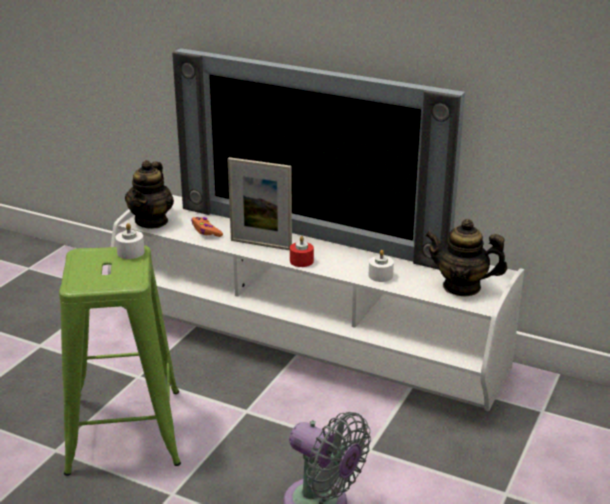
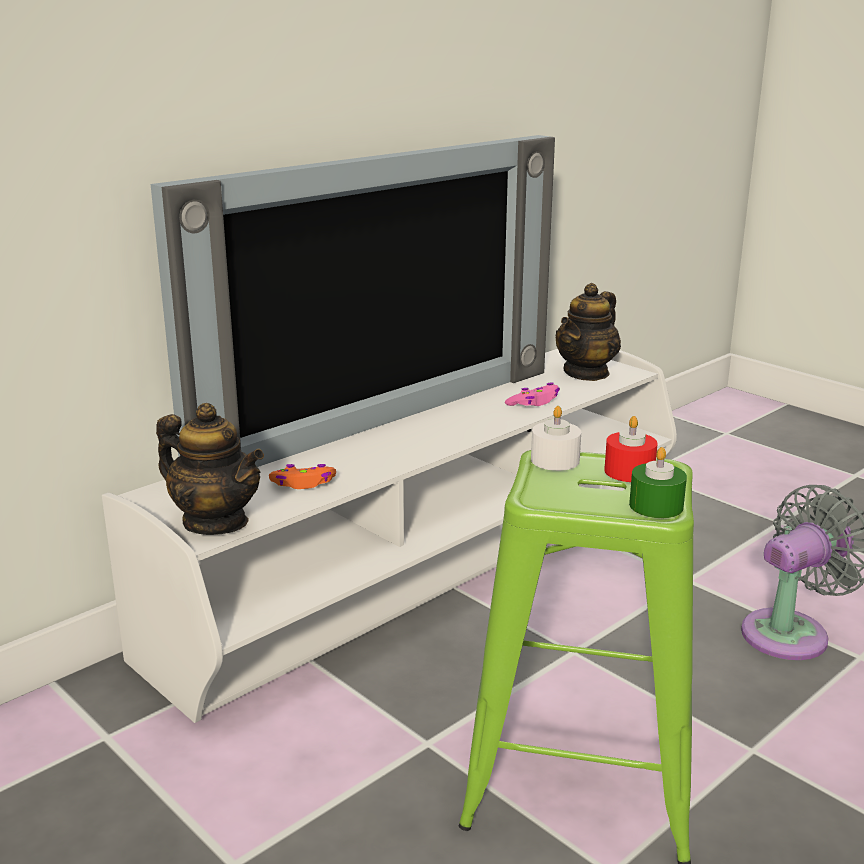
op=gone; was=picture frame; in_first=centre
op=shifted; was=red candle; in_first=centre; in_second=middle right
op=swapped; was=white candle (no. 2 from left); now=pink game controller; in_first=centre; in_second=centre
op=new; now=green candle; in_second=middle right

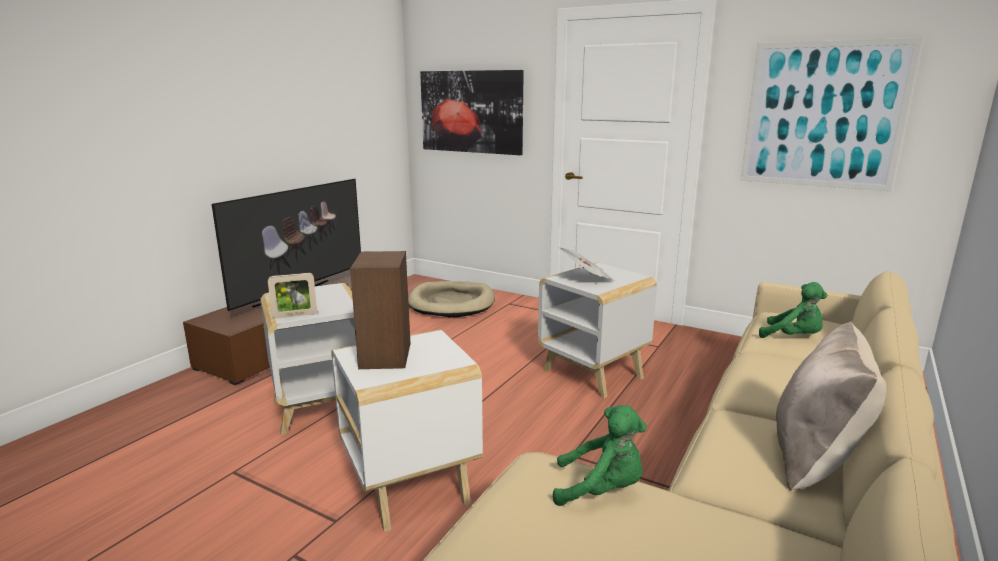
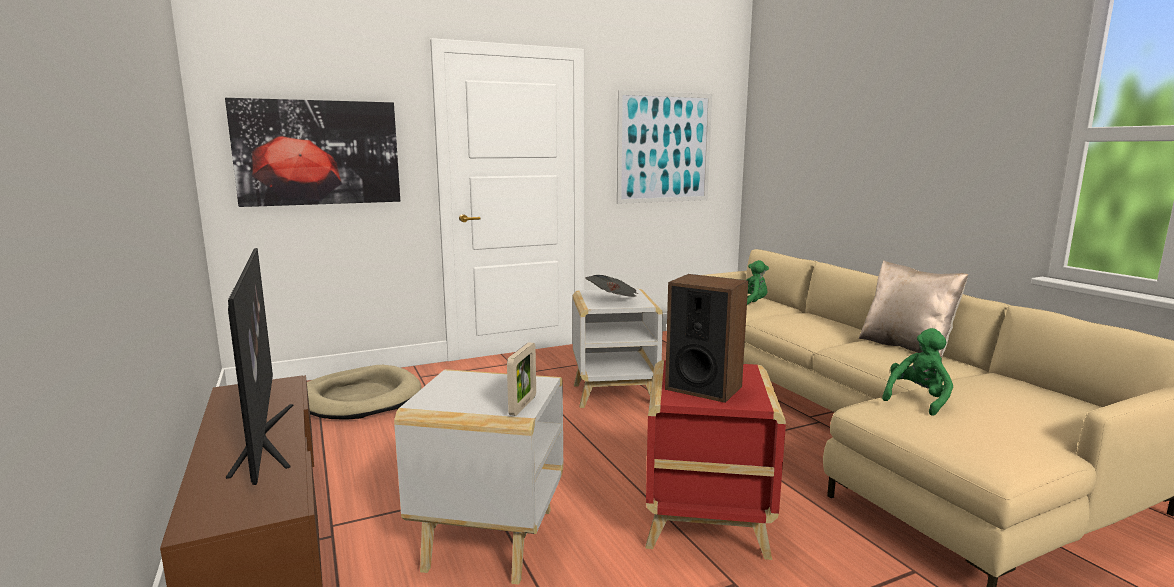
op=repainted; was=white side table (no. 2 from left); now=red side table; in_first=bottom centre; in_second=bottom centre

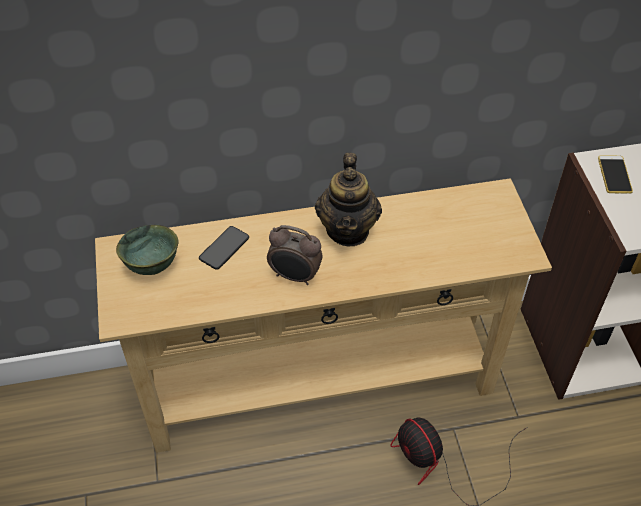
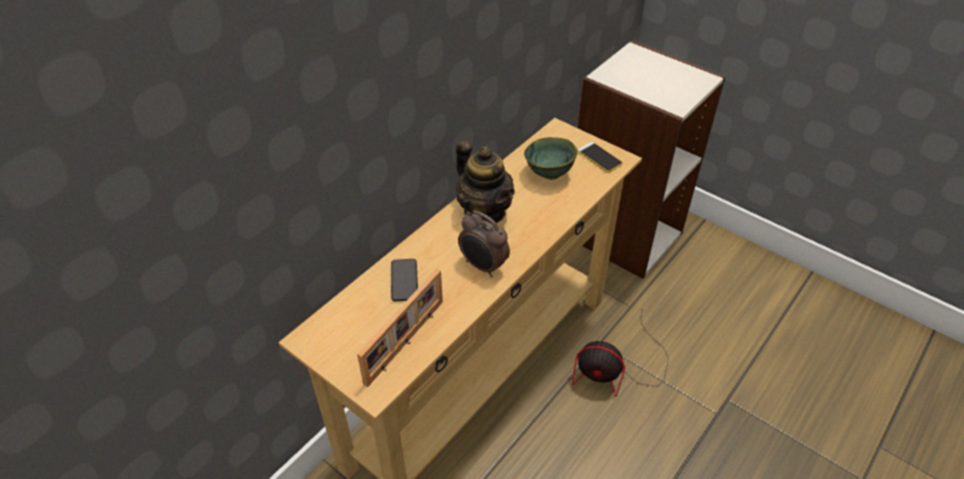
op=shifted; was=phone (no. 2 from left); in_first=middle right; in_second=top centre
op=shifted; was=green bowl; in_first=middle left; in_second=top centre
op=rotated; was=alarm clock; in_first=centre; in_second=centre; clockwise=60
op=new; now=picture frame; in_second=bottom centre

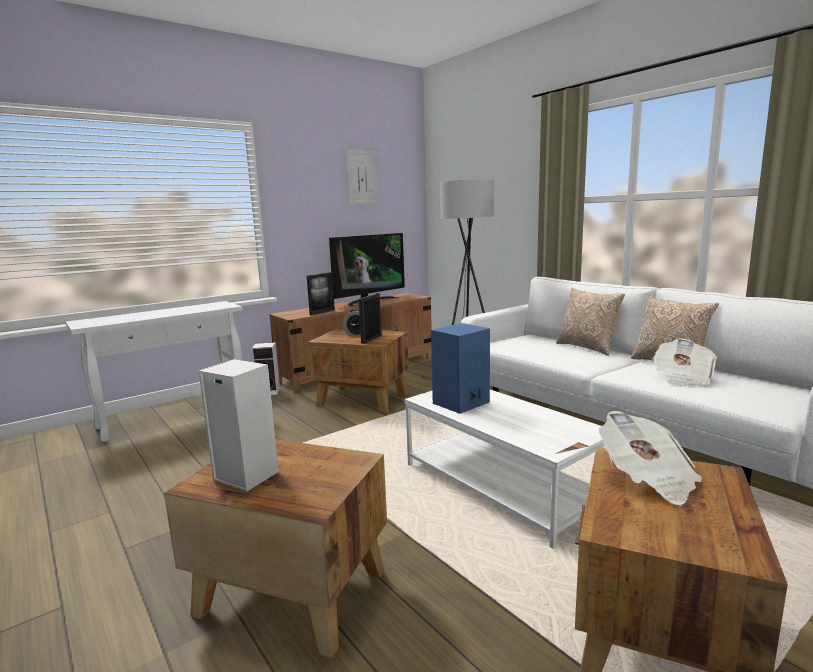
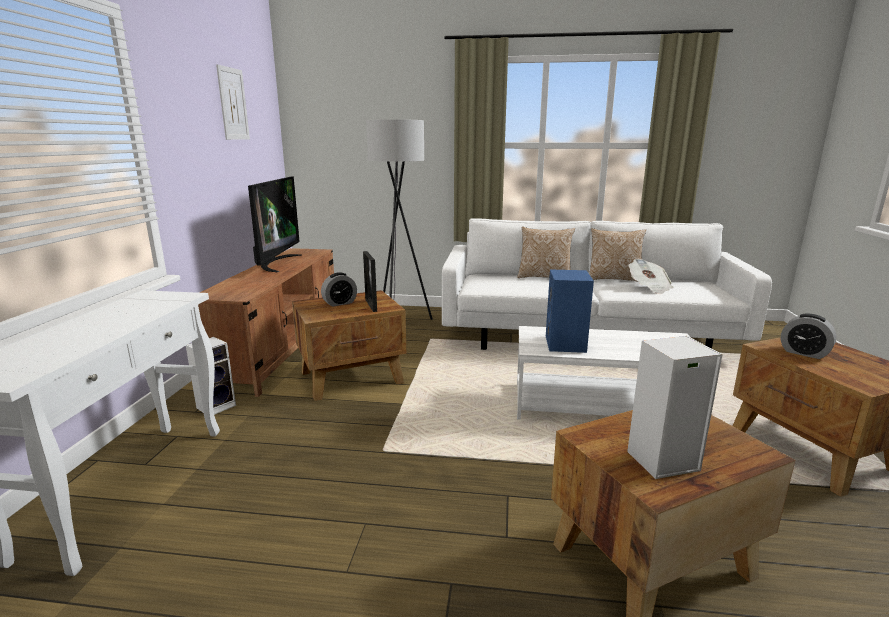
op=gone; was=picture frame (no. 1 from left); in_first=centre
op=swapped; was=newspaper (no. 1 from left); now=alarm clock (no. 2 from left); in_first=bottom right; in_second=middle right

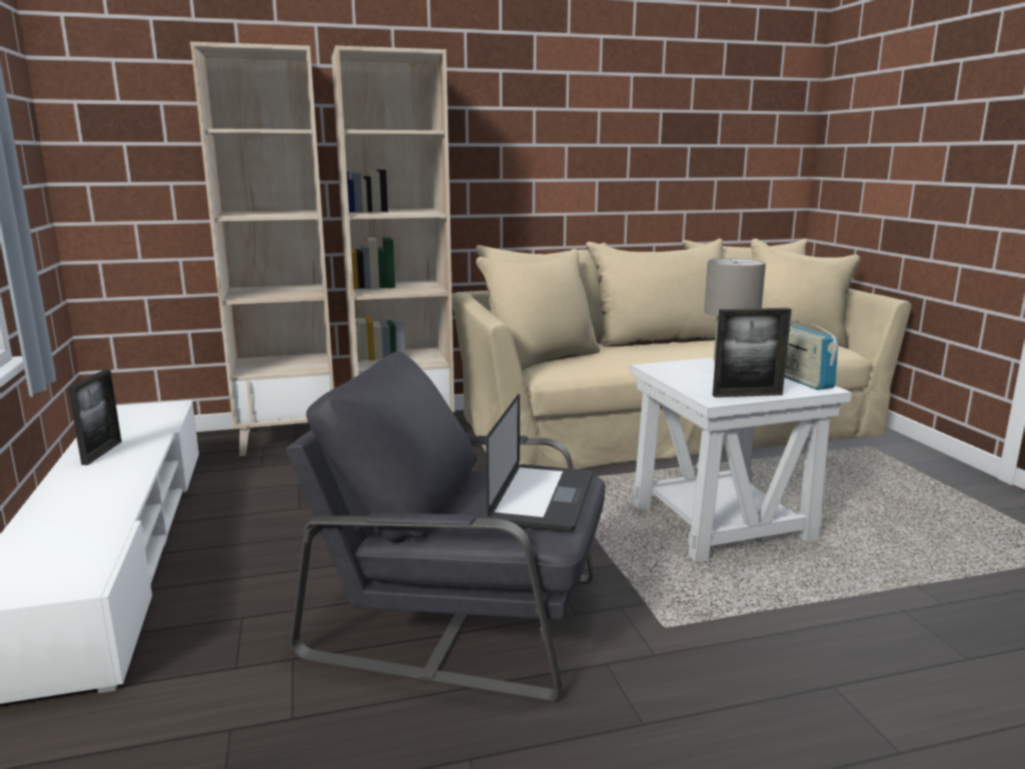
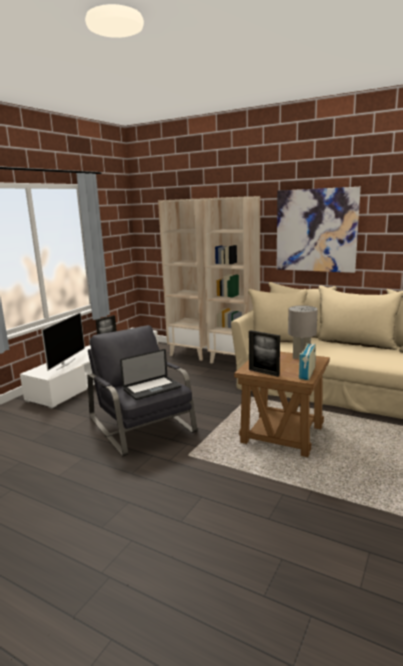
op=repainted; was=white side table; now=brown side table; in_first=middle right; in_second=middle right
op=new; now=picture; in_second=middle right
op=new; now=television; in_second=middle left

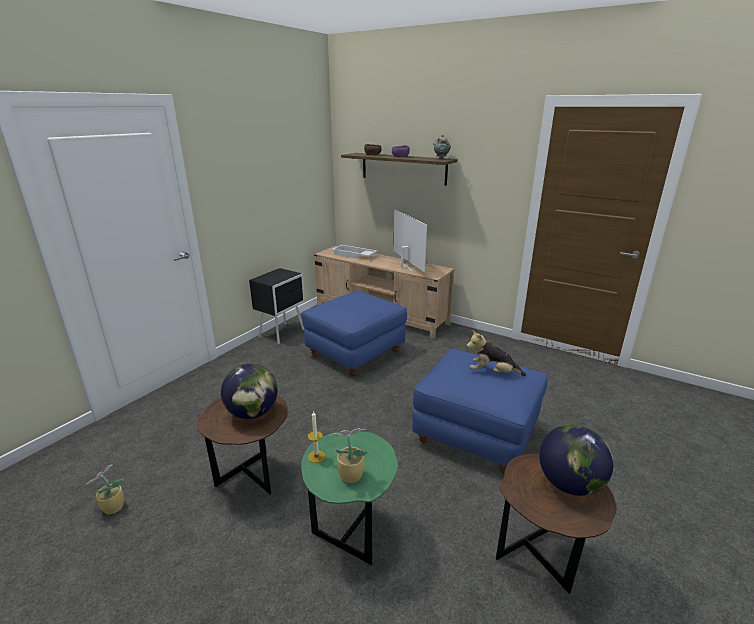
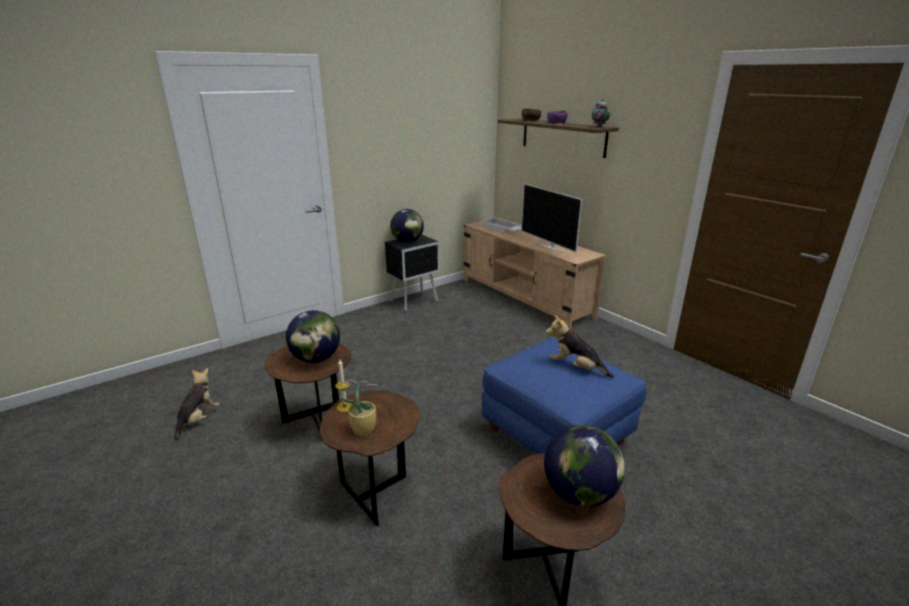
op=rotated; was=television; in_first=centre; in_second=centre; clockwise=150
op=gone; was=blue ottoman (no. 1 from left); in_first=centre
op=repainted; was=green side table; now=brown side table (no. 2 from left); in_first=bottom centre; in_second=bottom centre
op=swapped; was=potted plant (no. 1 from left); now=plush toy (no. 1 from left); in_first=bottom left; in_second=bottom left
op=new; now=globe (no. 2 from left); in_second=centre

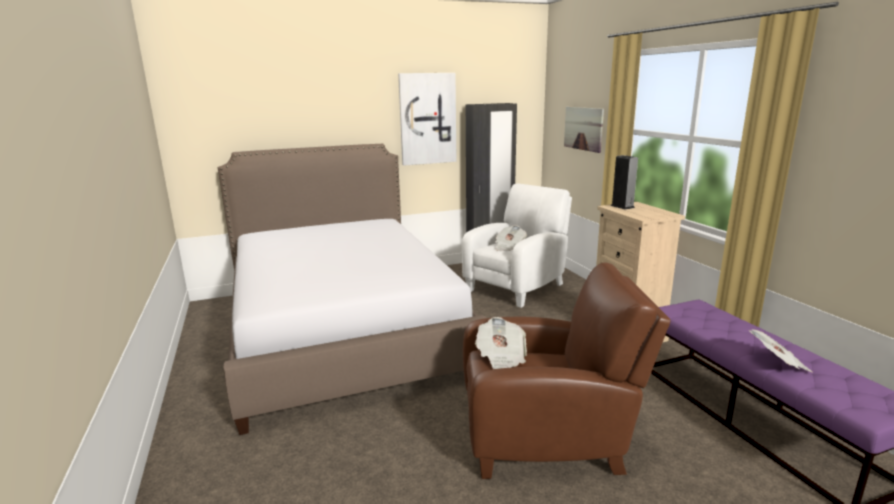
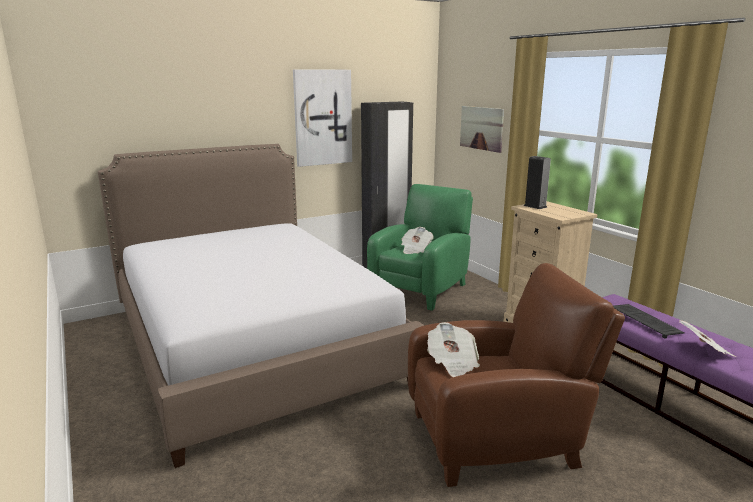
op=repainted; was=white armchair; now=green armchair; in_first=centre; in_second=centre
op=new; now=keyboard; in_second=middle right

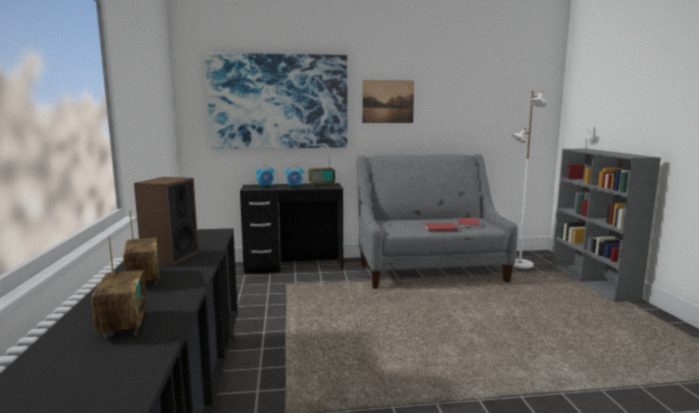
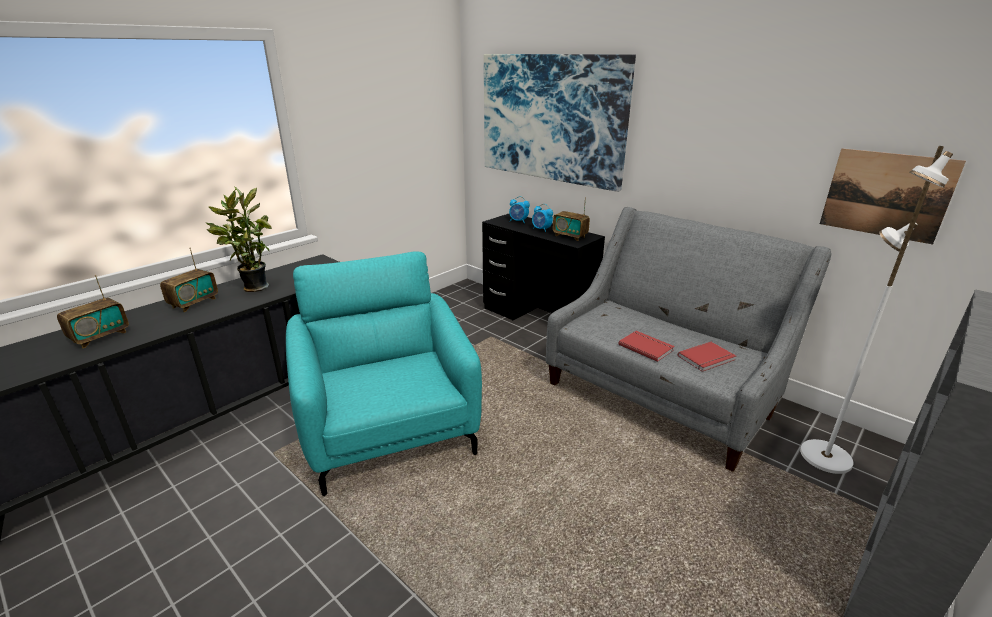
op=shifted; was=picture (no. 2 from left); in_first=top centre; in_second=top right
op=swapped; was=speaker; now=potted plant; in_first=middle left; in_second=middle left
op=new; now=turquoise armchair; in_second=centre

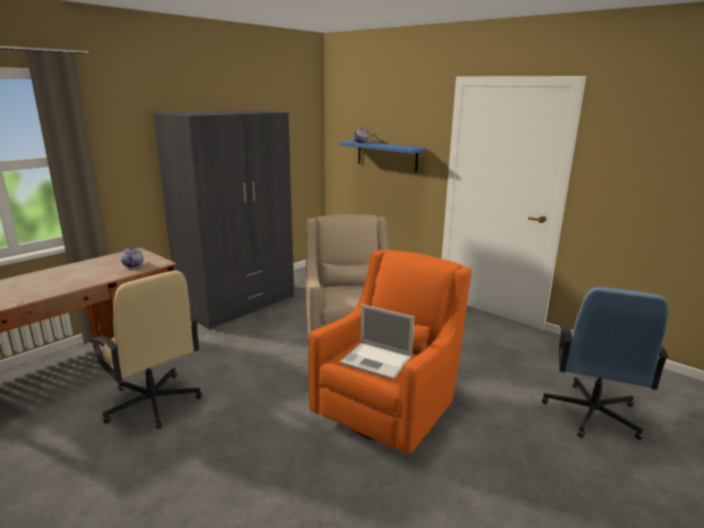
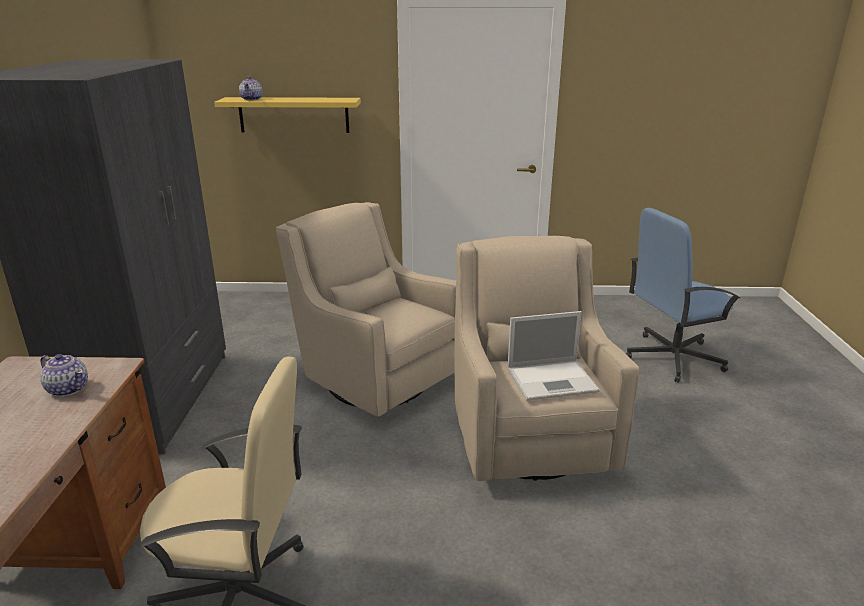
op=repainted; was=blue shelf; now=yellow shelf; in_first=top centre; in_second=top left
op=repainted; was=orange armchair; now=beige armchair (no. 2 from left); in_first=bottom centre; in_second=centre
op=rotated; was=blue office chair; in_first=bottom right; in_second=middle right; clockwise=90

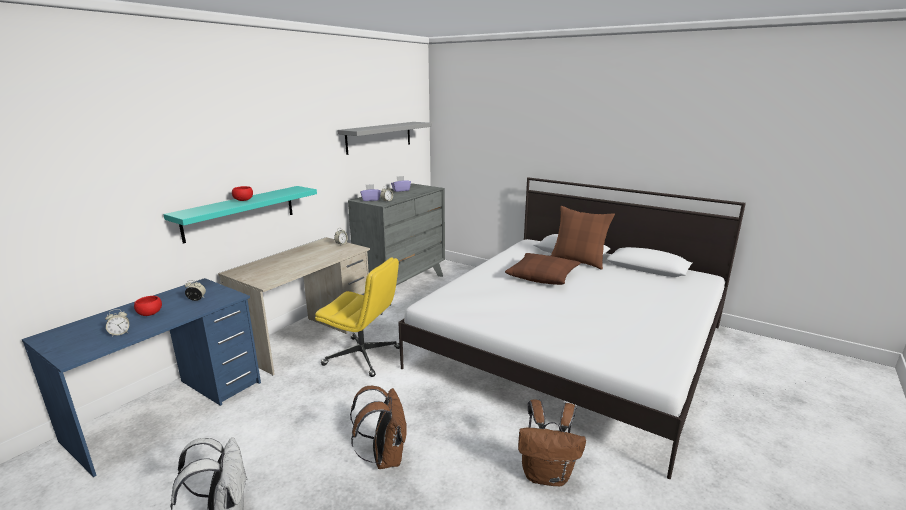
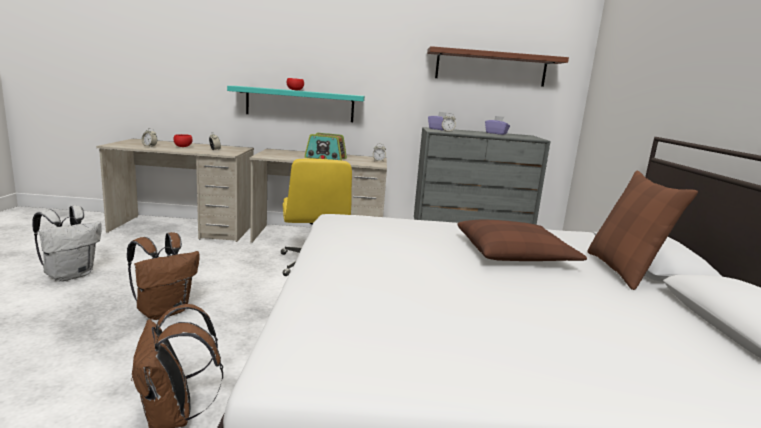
op=repainted; was=grey shelf; now=brown shelf; in_first=top centre; in_second=top centre
op=repainted; was=blue desk; now=beige desk (no. 1 from left); in_first=bottom left; in_second=middle left
op=new; now=radio; in_second=centre

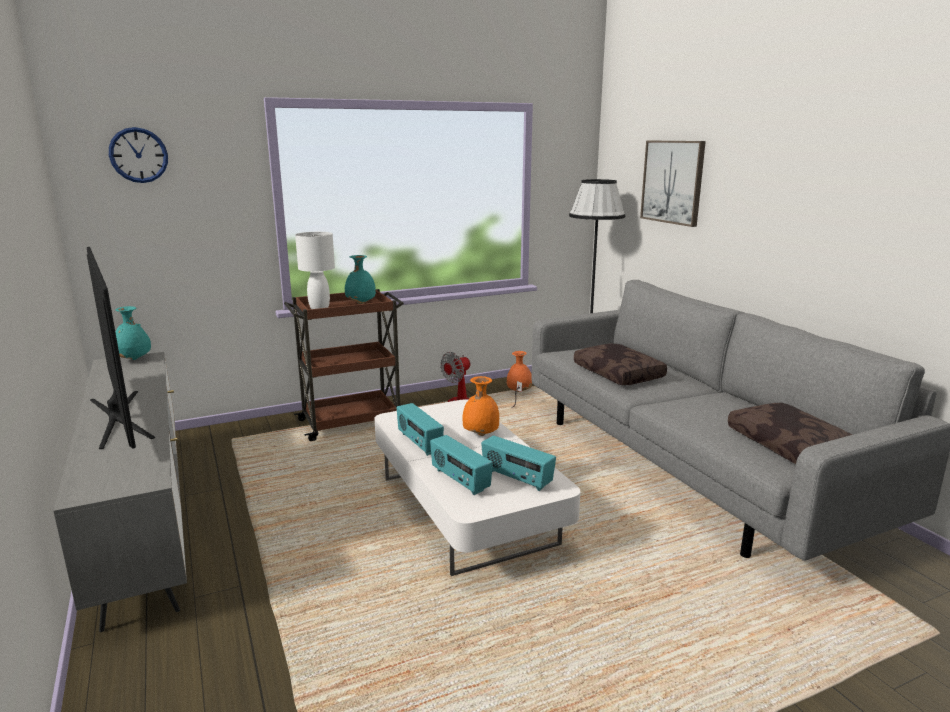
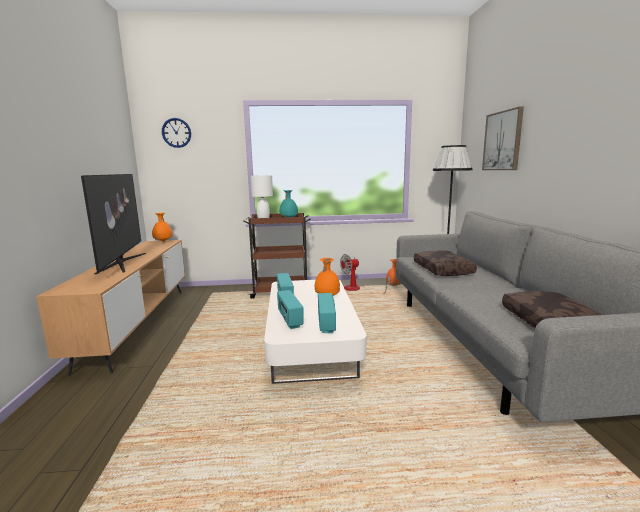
op=repainted; was=turquoise vase (no. 1 from left); now=orange vase (no. 1 from left); in_first=middle left; in_second=middle left
op=repainted; was=grey tv stand; now=brown tv stand; in_first=bottom left; in_second=middle left
op=rotated; was=radio (no. 3 from left); in_first=centre; in_second=centre; clockwise=-150

